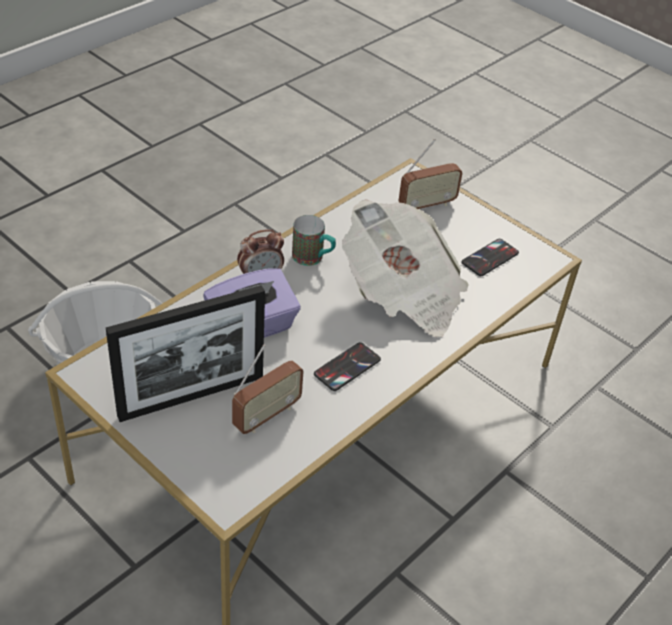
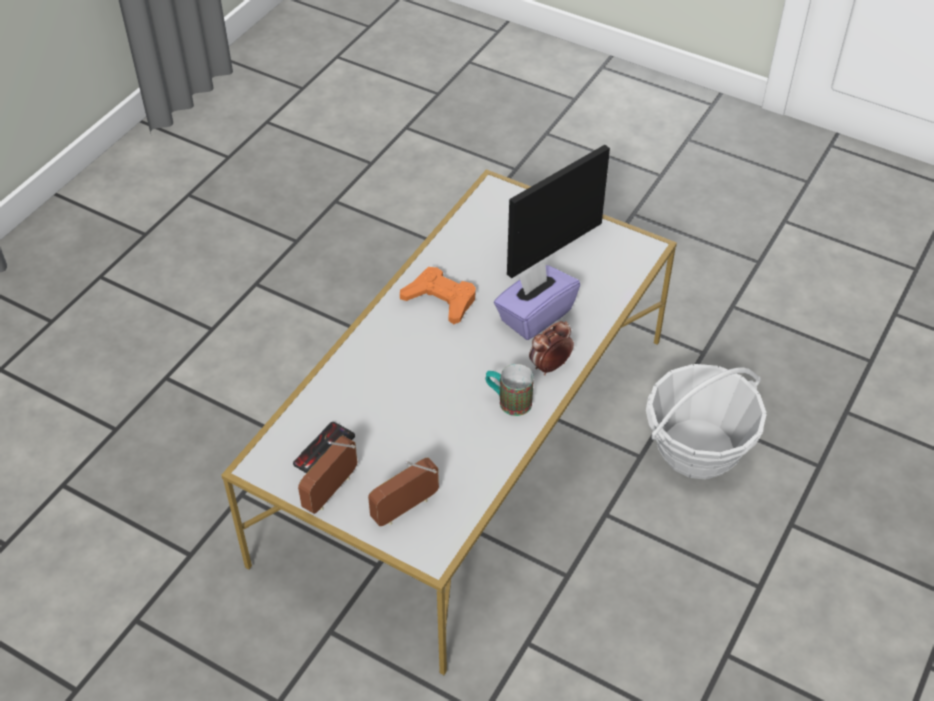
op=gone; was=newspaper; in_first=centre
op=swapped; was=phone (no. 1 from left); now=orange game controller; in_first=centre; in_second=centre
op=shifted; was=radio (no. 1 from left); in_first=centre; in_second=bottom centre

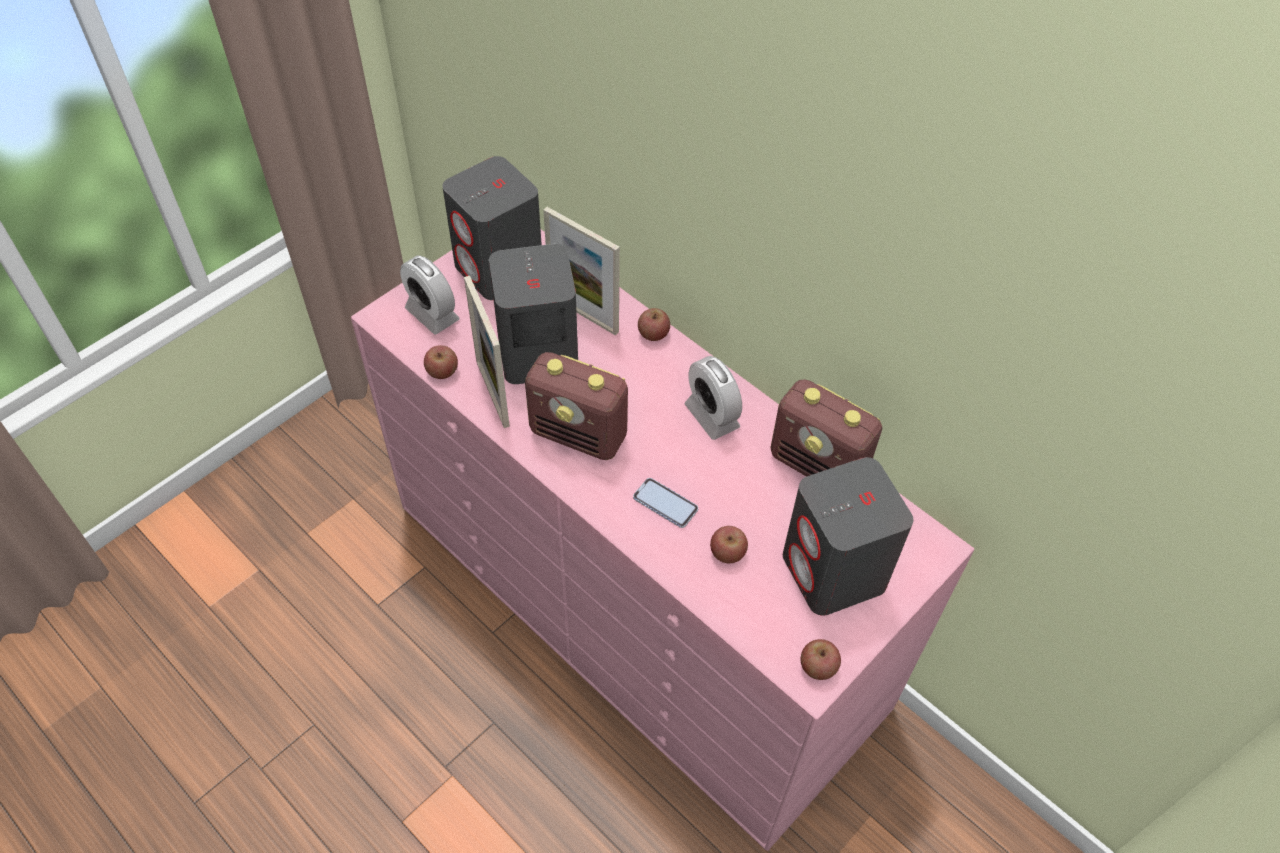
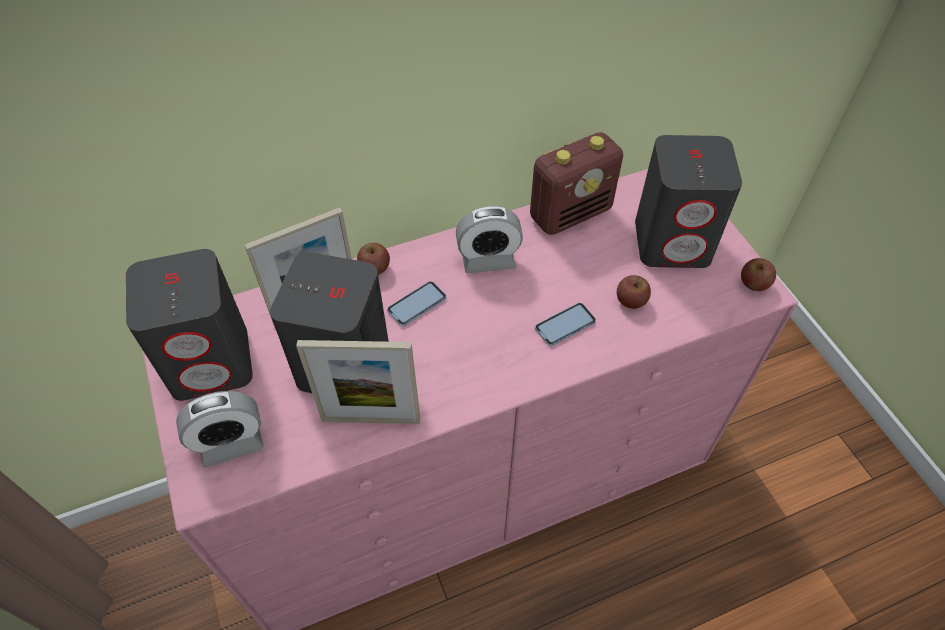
op=gone; was=apple (no. 1 from left); in_first=centre
op=gone; was=radio (no. 1 from left); in_first=centre
op=new; now=phone (no. 1 from left); in_second=centre

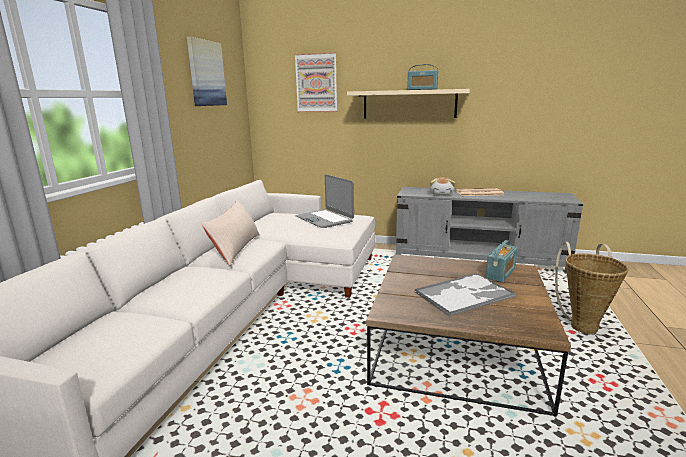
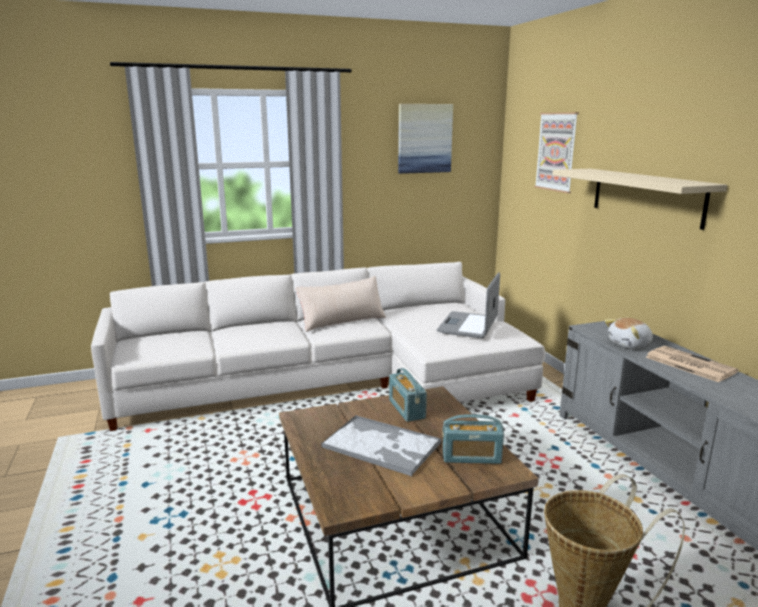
op=shifted; was=radio (no. 1 from left); in_first=top centre; in_second=centre

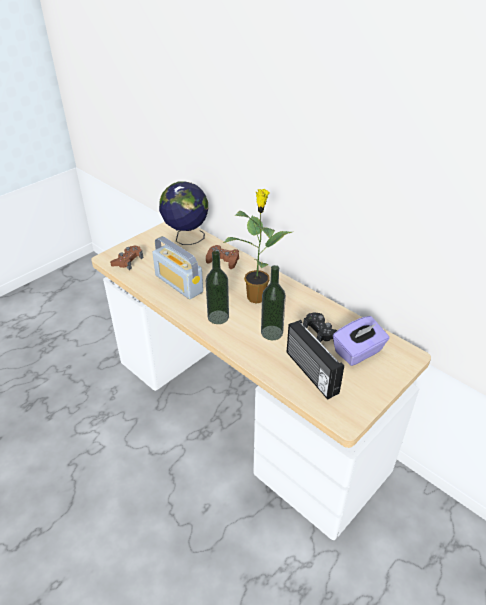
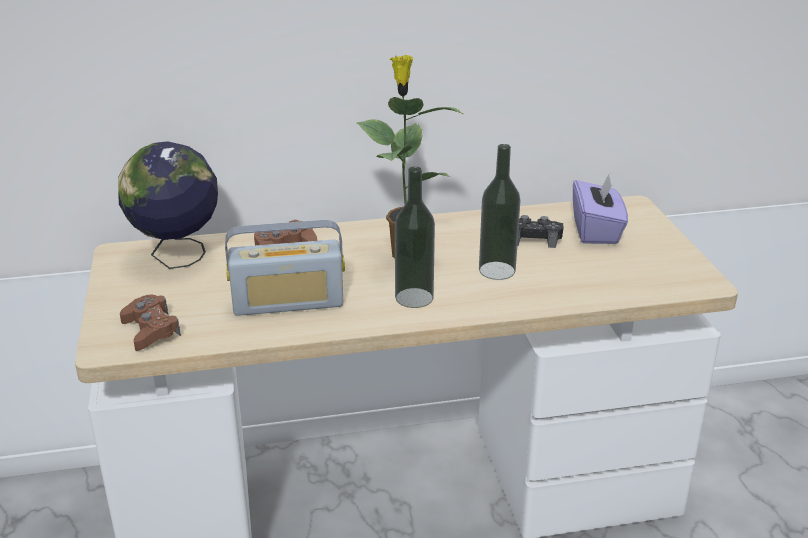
op=gone; was=radio (no. 2 from left); in_first=centre

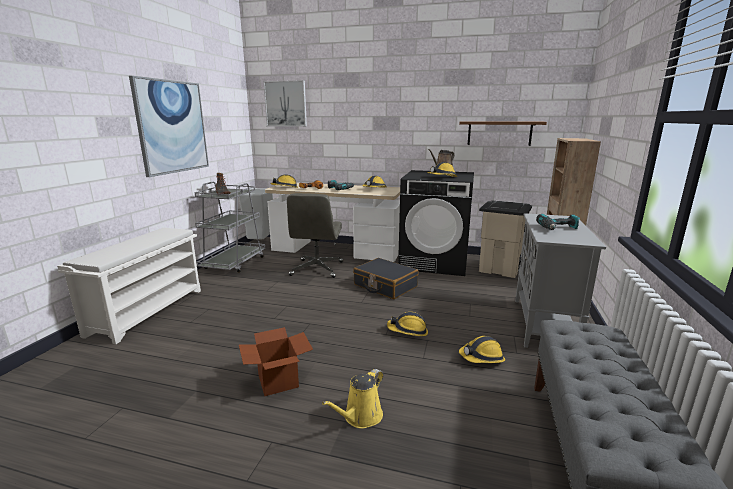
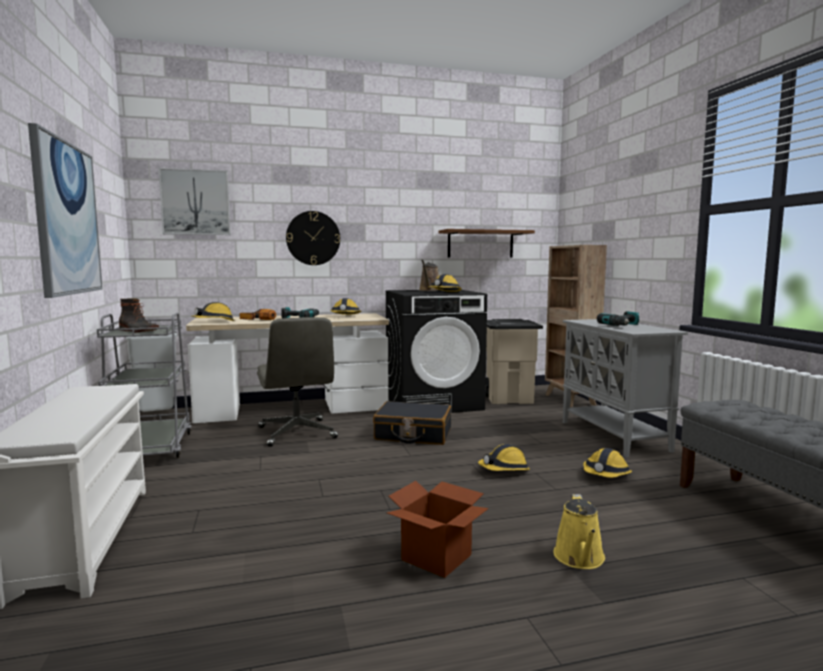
op=new; now=wall clock; in_second=centre

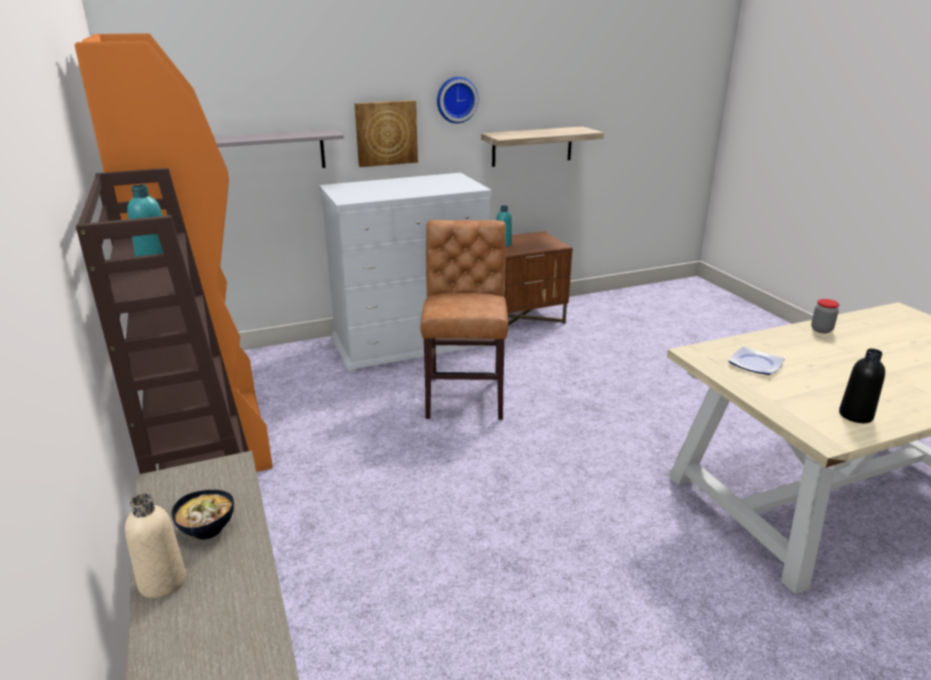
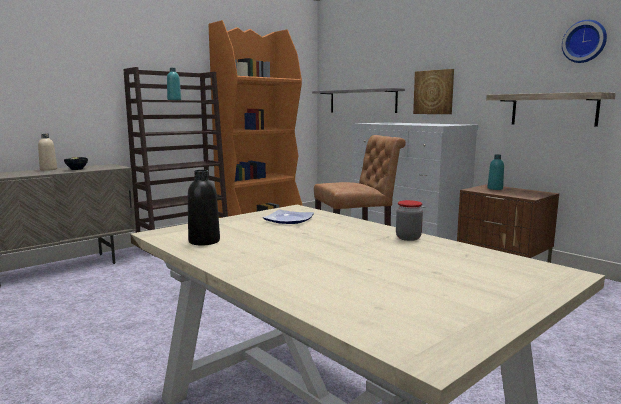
op=shifted; was=wall clock; in_first=top centre; in_second=top right

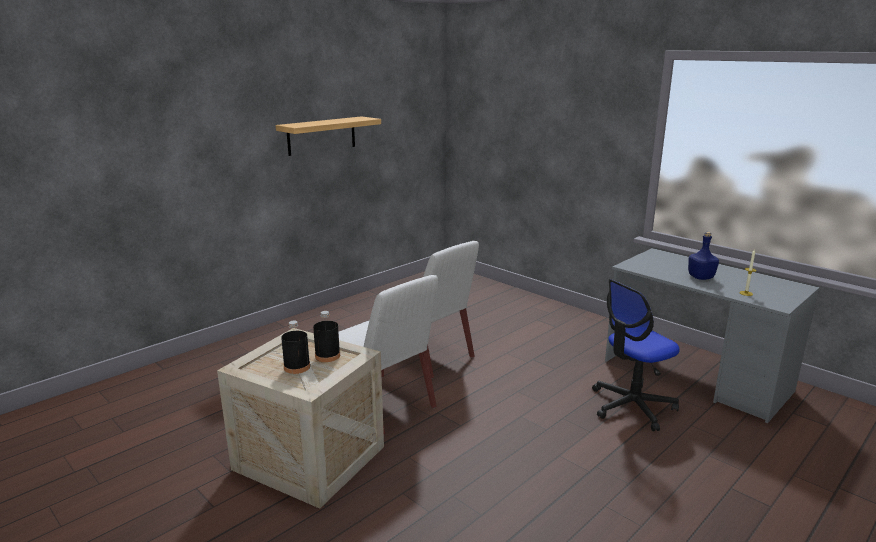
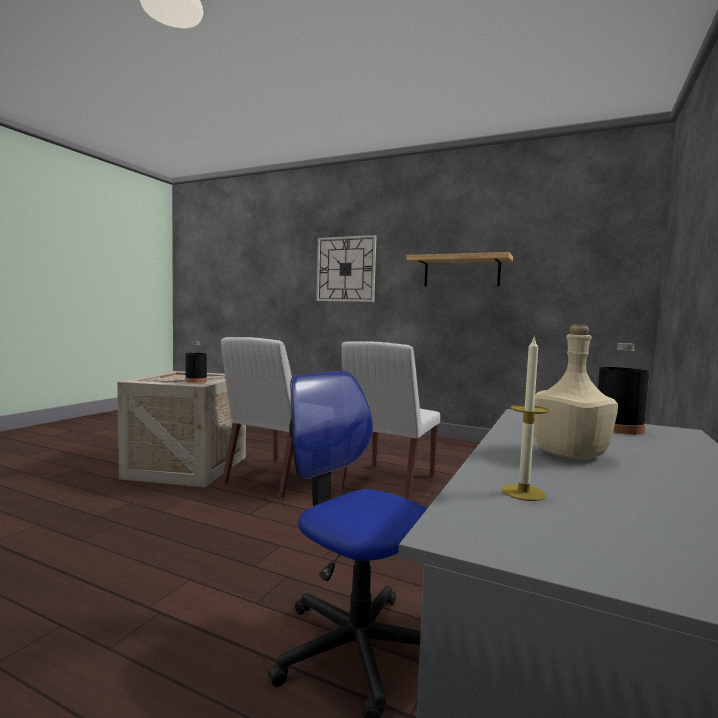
op=repainted; was=blue bottle; now=beige bottle; in_first=middle right; in_second=middle right
op=shifted; was=black bottle (no. 1 from left in the first image); now=black bottle (no. 2 from left); in_first=centre; in_second=middle right
op=new; now=wall clock; in_second=centre

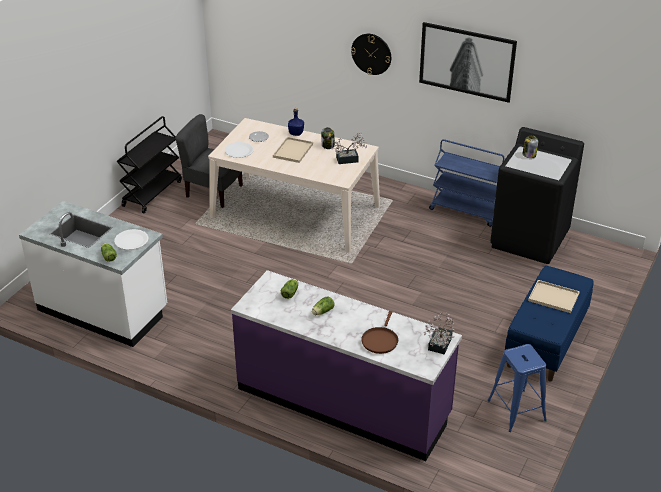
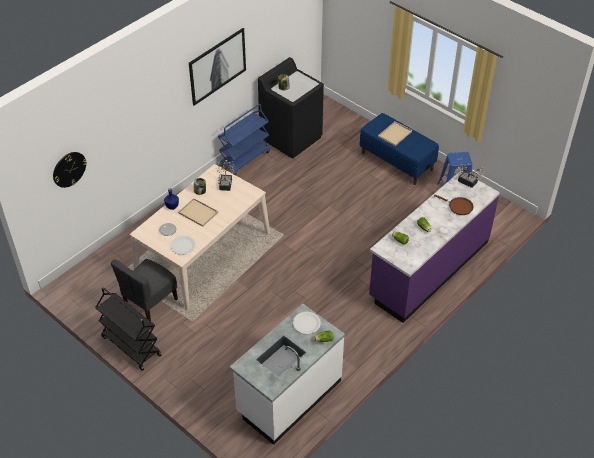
op=shifted; was=wall clock; in_first=top centre; in_second=middle left

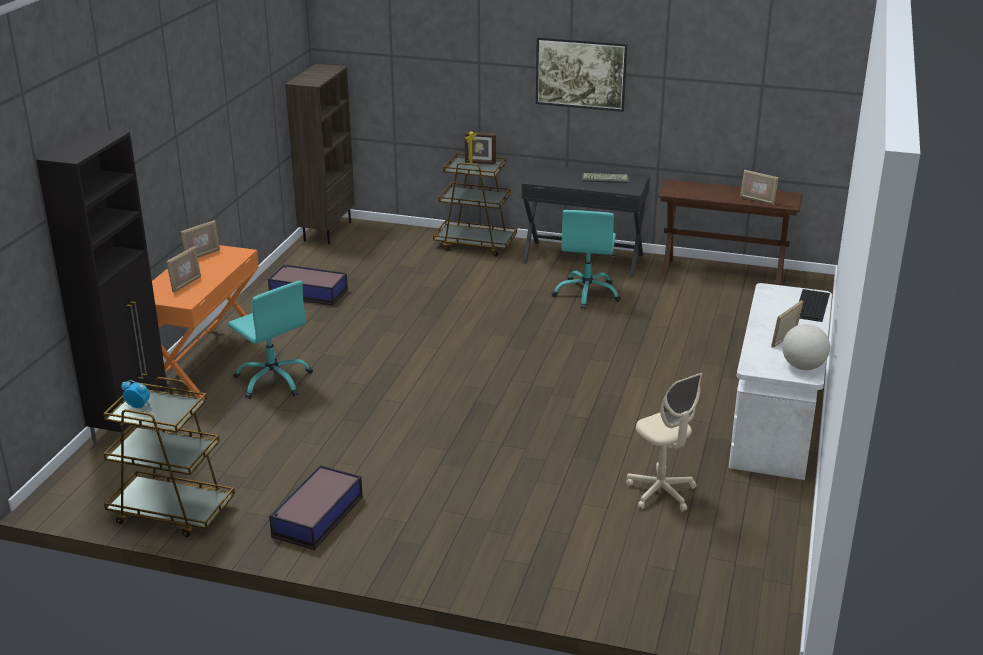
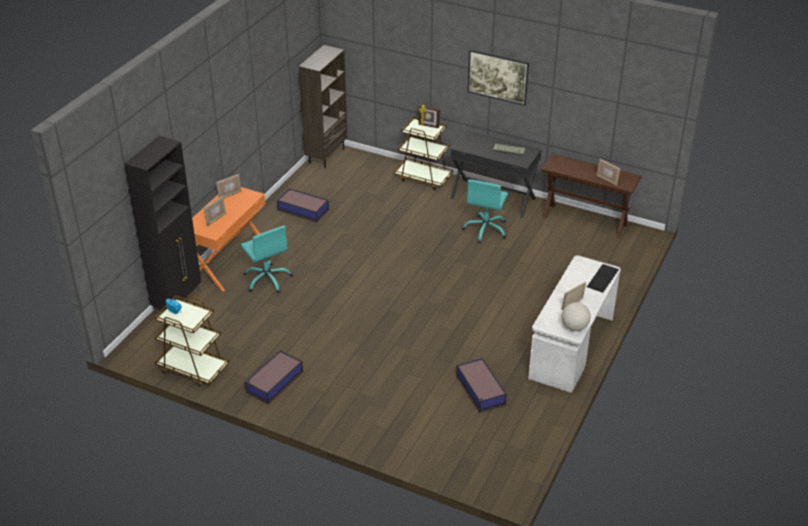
op=swapped; was=beige office chair; now=storage box (no. 3 from left); in_first=bottom right; in_second=bottom centre

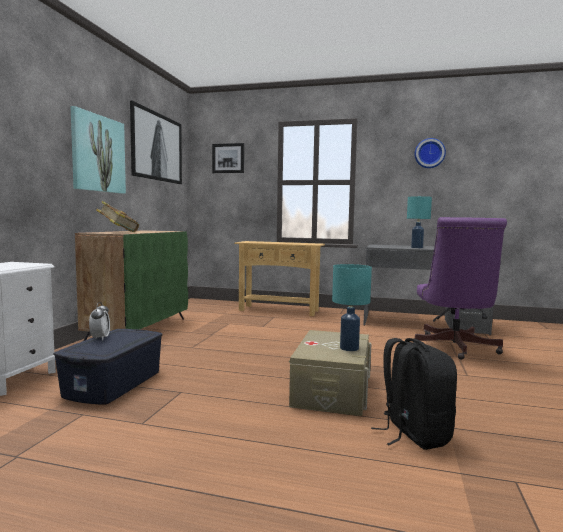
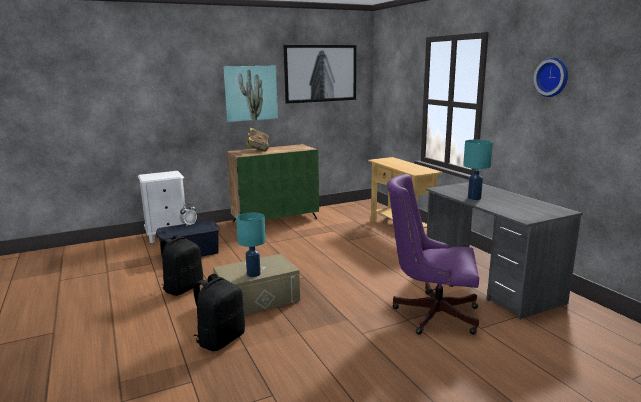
op=gone; was=picture (no. 3 from left); in_first=top centre
op=rotated; was=purple office chair; in_first=middle right; in_second=middle right; clockwise=45
op=new; now=black backpack (no. 1 from left); in_second=middle left

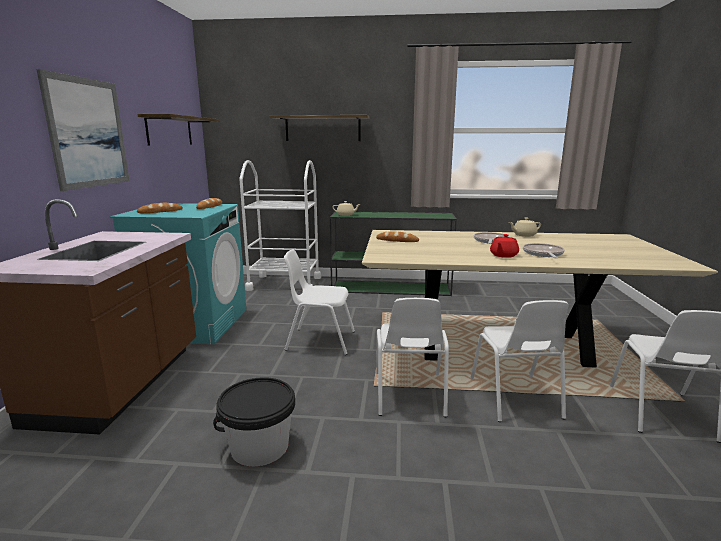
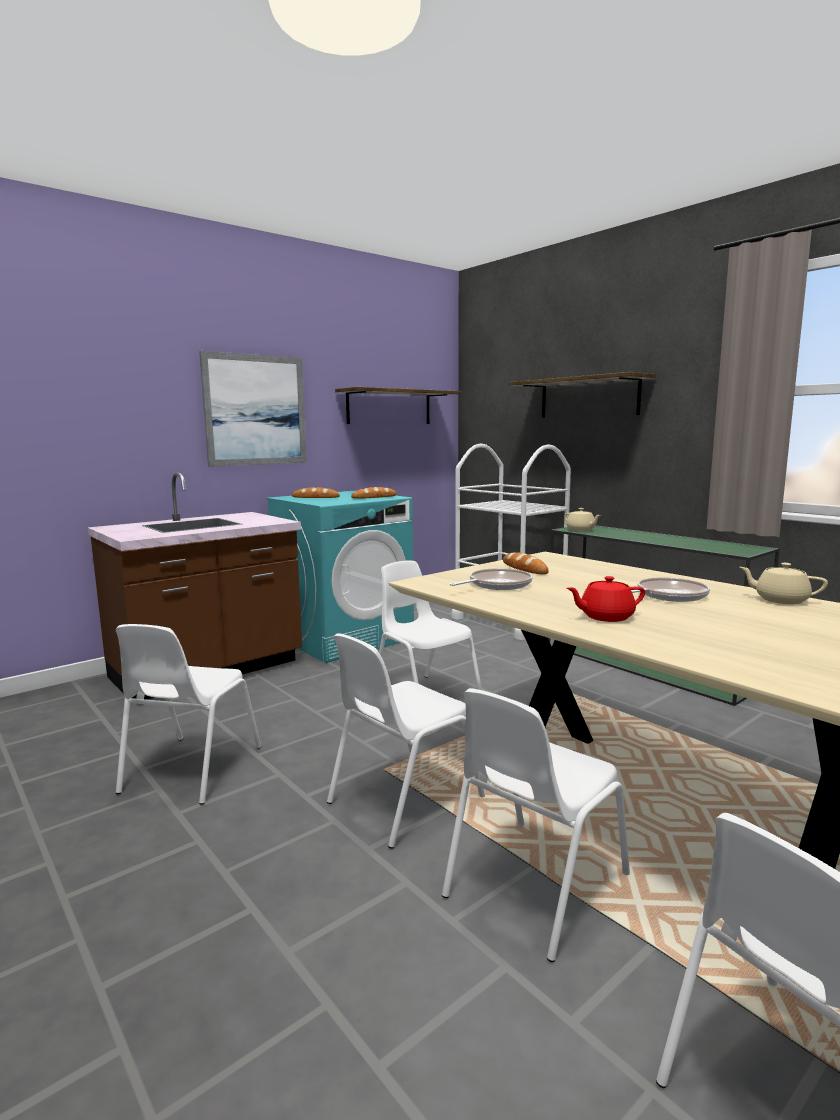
op=shifted; was=frying pan (no. 2 from left in the first image); now=frying pan (no. 1 from left); in_first=middle right; in_second=centre
op=swapped; was=black bucket; now=white chair (no. 1 from left); in_first=bottom centre; in_second=middle left

